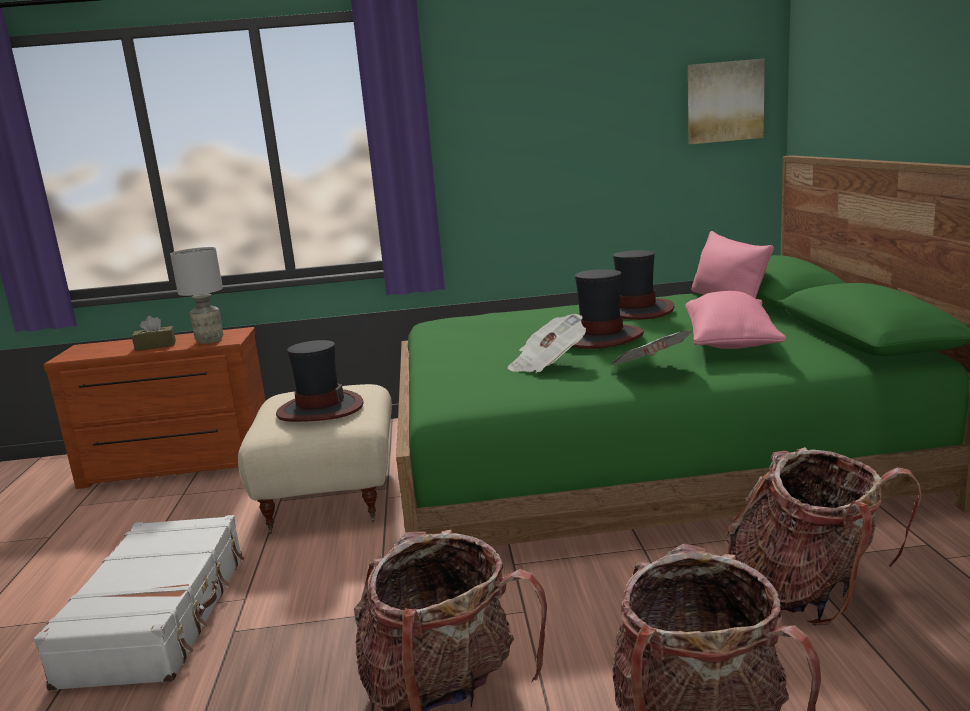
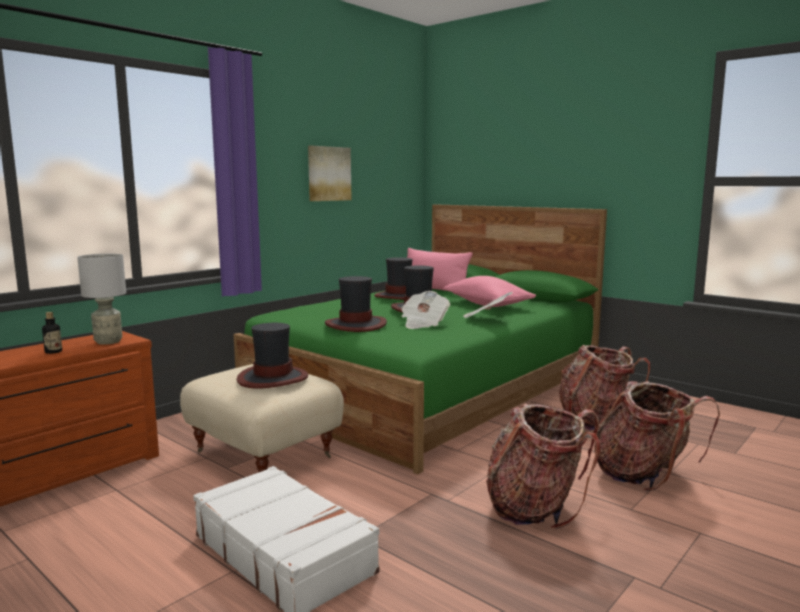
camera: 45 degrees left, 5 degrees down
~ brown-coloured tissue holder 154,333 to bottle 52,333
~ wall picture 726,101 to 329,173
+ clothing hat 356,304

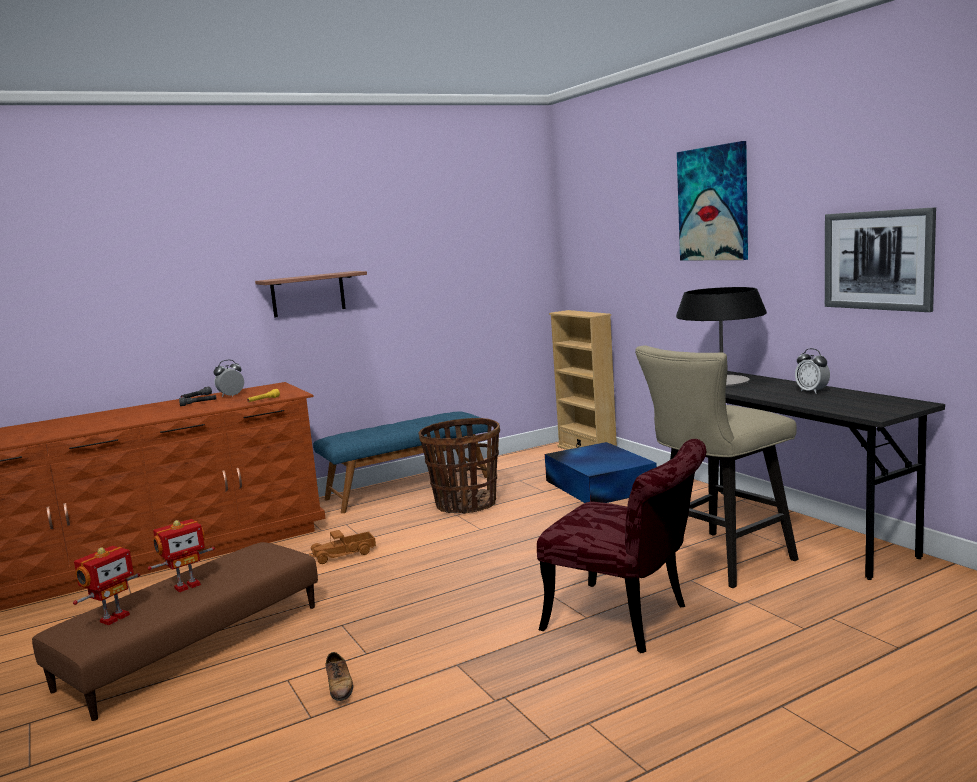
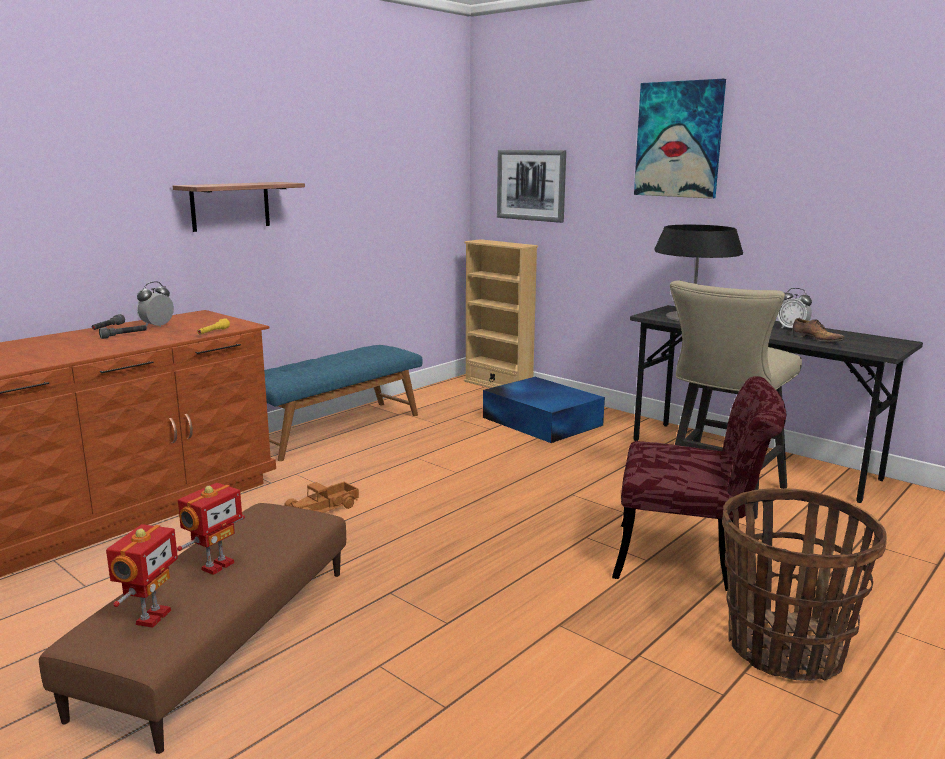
camera: 20 degrees left, 5 degrees up
~ wall picture 880,259 to 531,186
~ household basket 459,466 to 804,584
~ low shoe 339,676 to 819,330

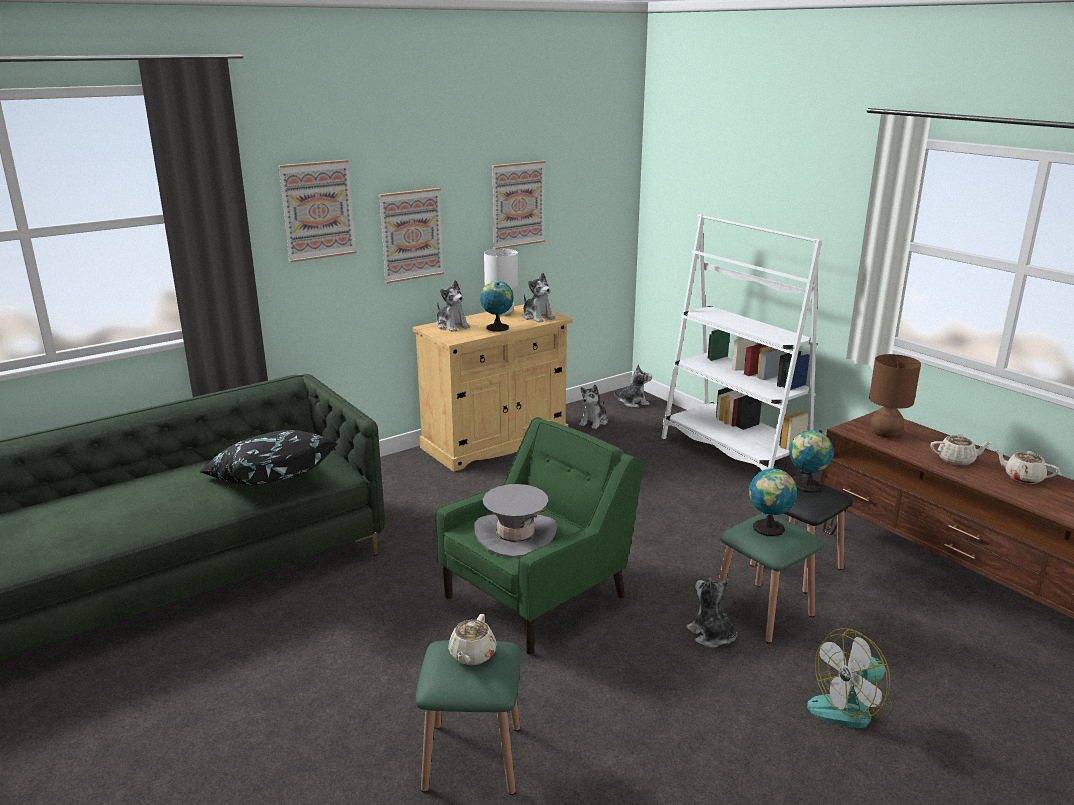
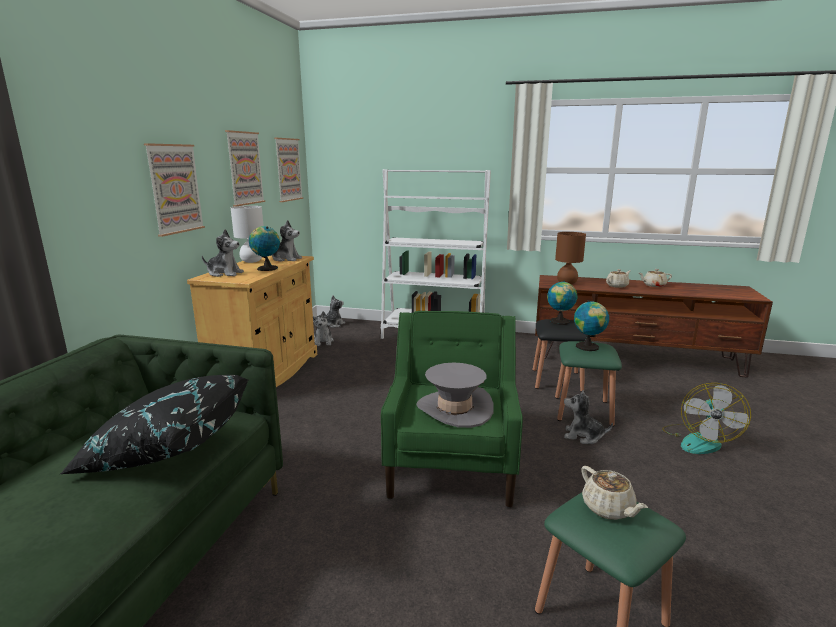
camera: 40 degrees left, 5 degrees down
~ wall picture 317,211 to 288,170

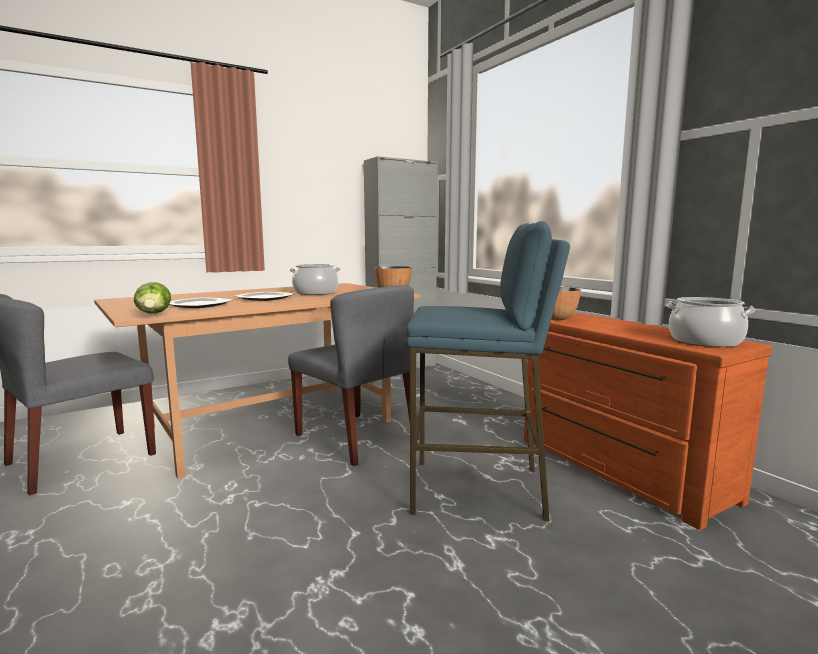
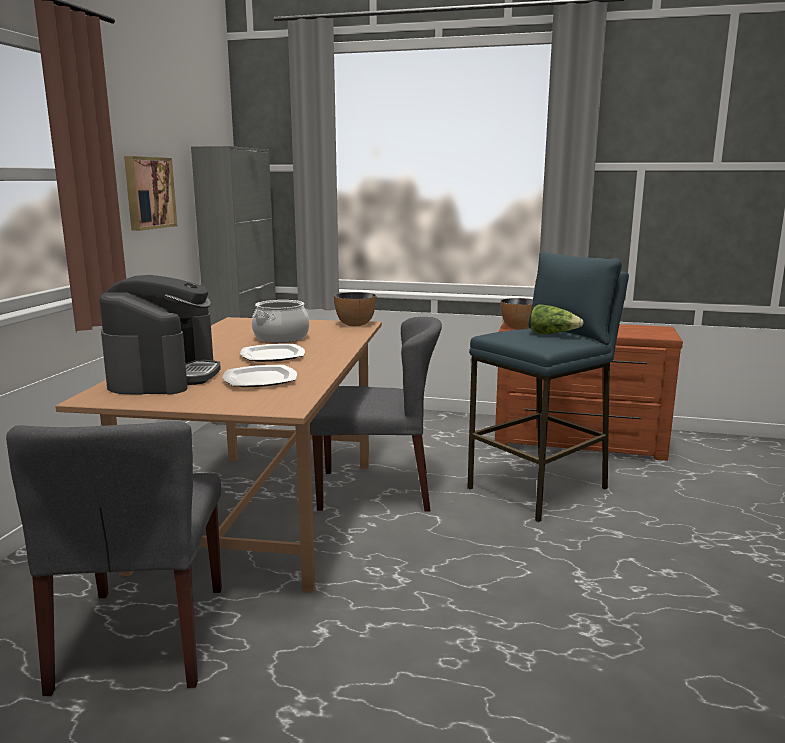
camera: 45 degrees left, 5 degrees up
+ coffee brewer 160,334
+ wall picture 150,193
~ lettuce head 152,298 to 557,319
- stockpot 710,322

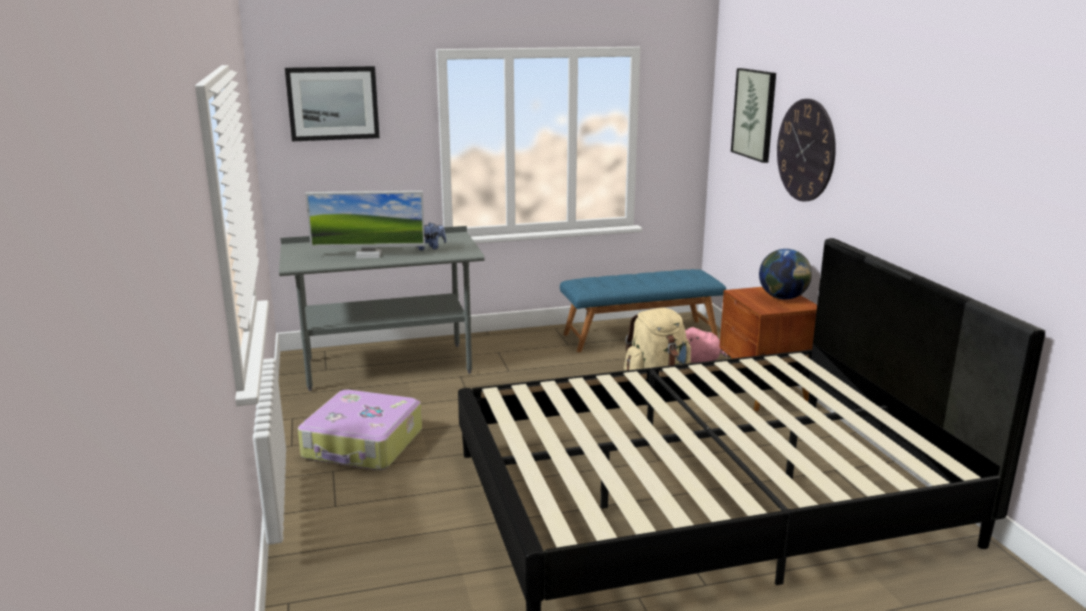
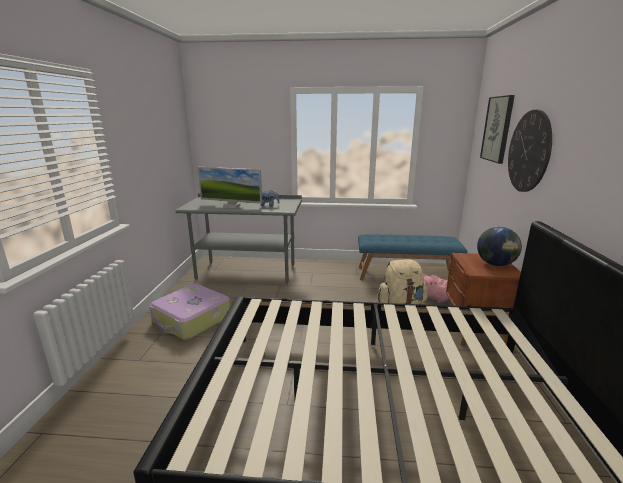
camera: 20 degrees right, 0 degrees up
- wall picture 332,103

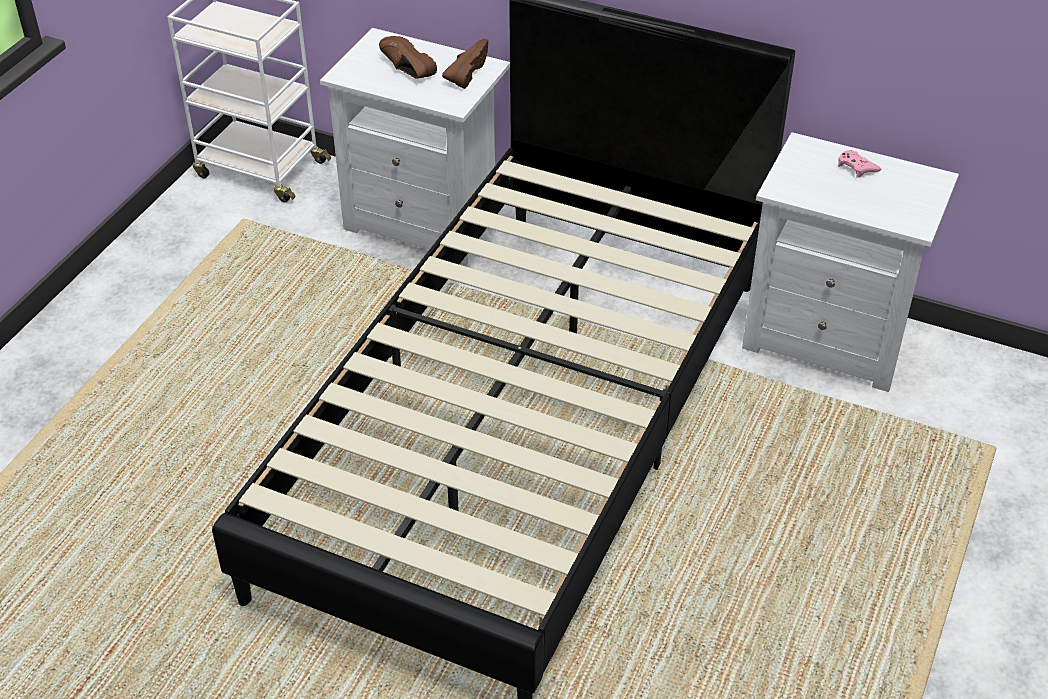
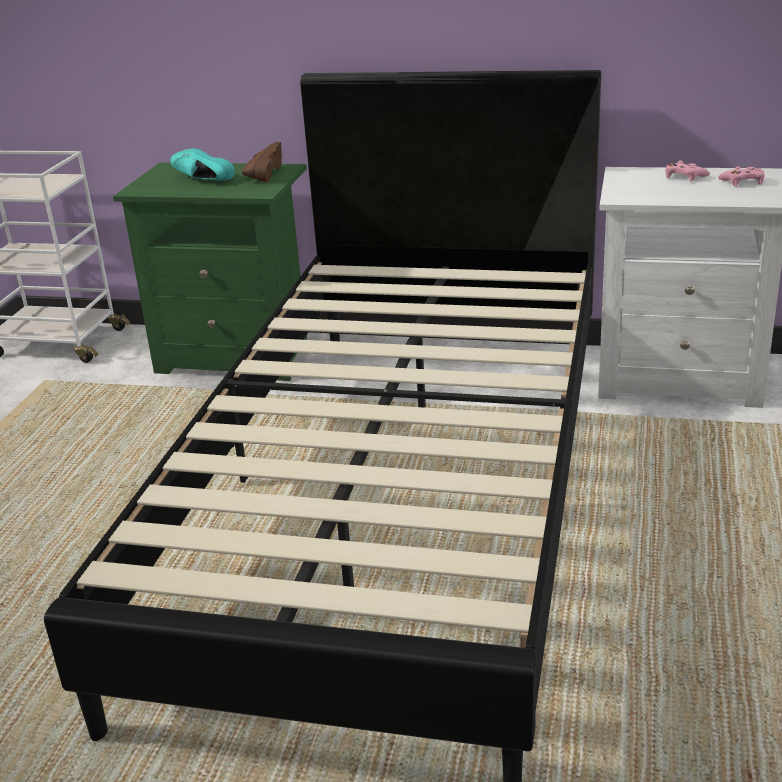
camera: 10 degrees left, 15 degrees down
~ white night table 415,147 to green-coloured night table 210,272
~ brown-coloured low shoe 408,57 to turquoise low shoe 202,164
+ pink joypad 741,176

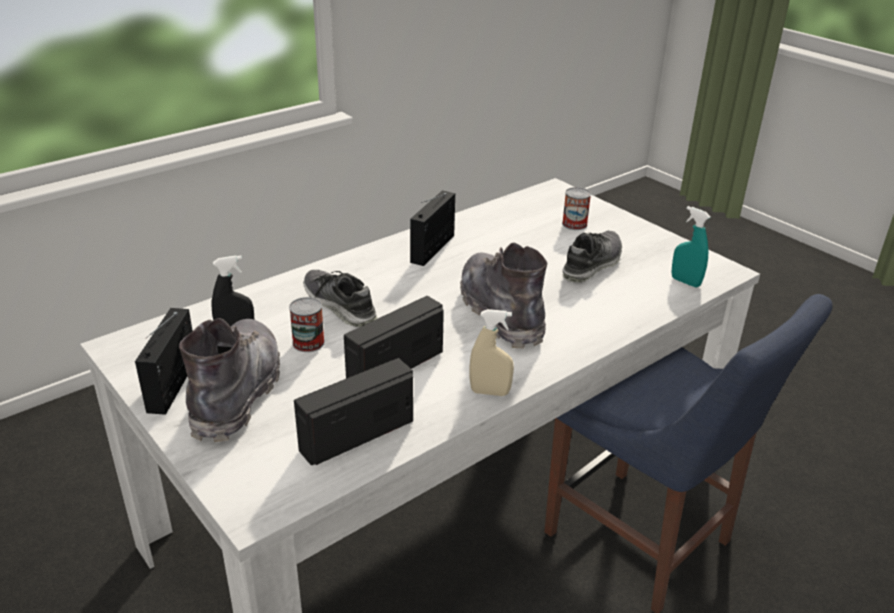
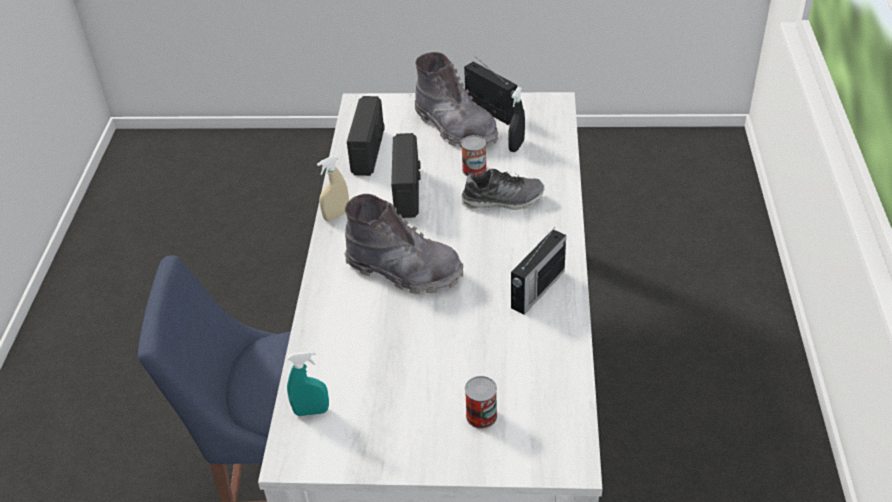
camera: 135 degrees right, 10 degrees up
~ radio 432,228 = 538,271 60 degrees clockwise
- low shoe 592,257

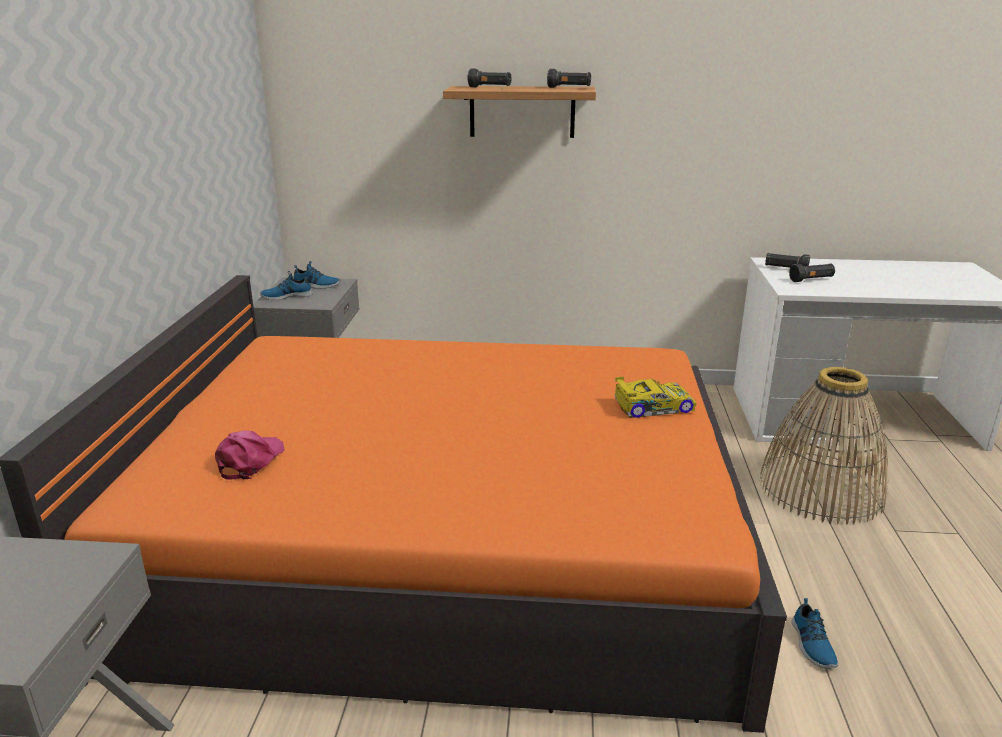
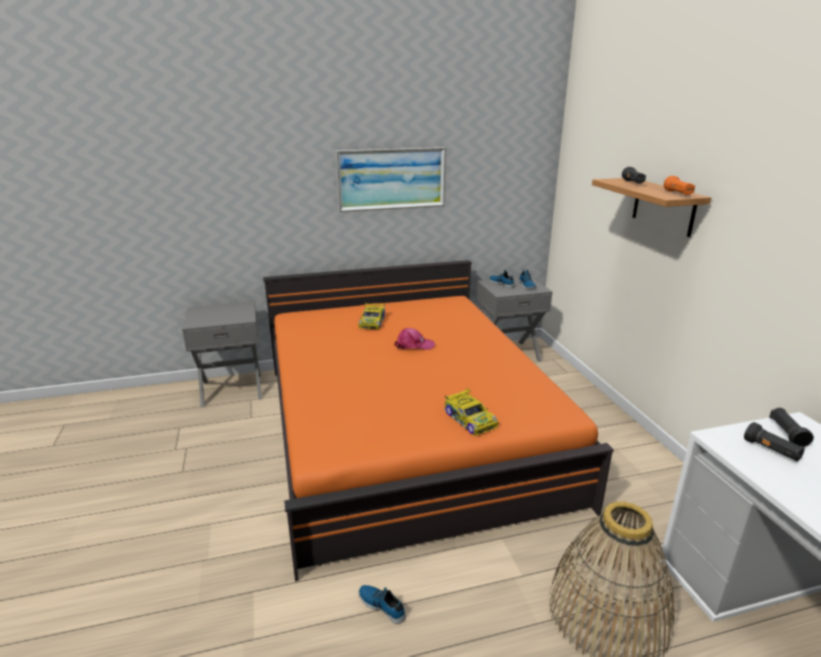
camera: 70 degrees right, 0 degrees up
+ wall picture 391,179
+ model car 371,316
~ low shoe 814,633 = 382,604 60 degrees clockwise
~ pink baseball cap 250,455 to 415,339
~ black torch 569,78 to orange torch 679,185

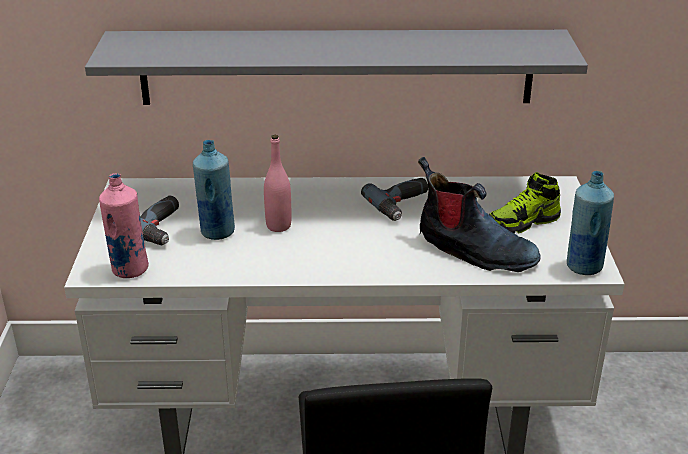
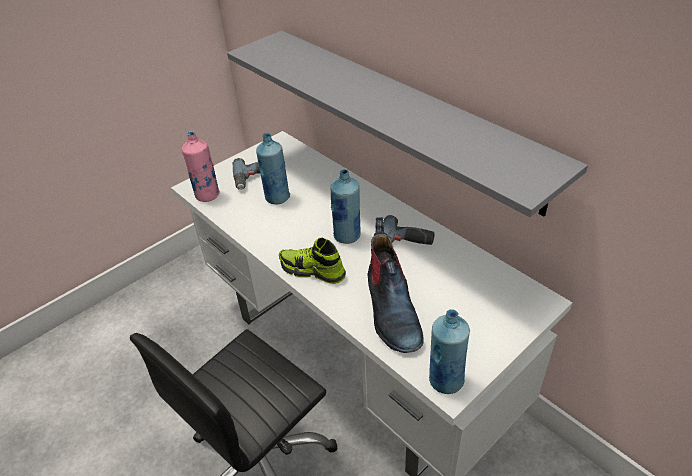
camera: 50 degrees right, 10 degrees up
~ low shoe 525,202 to 312,261
+ blue-coloured bottle 346,206
- pink bottle 277,183

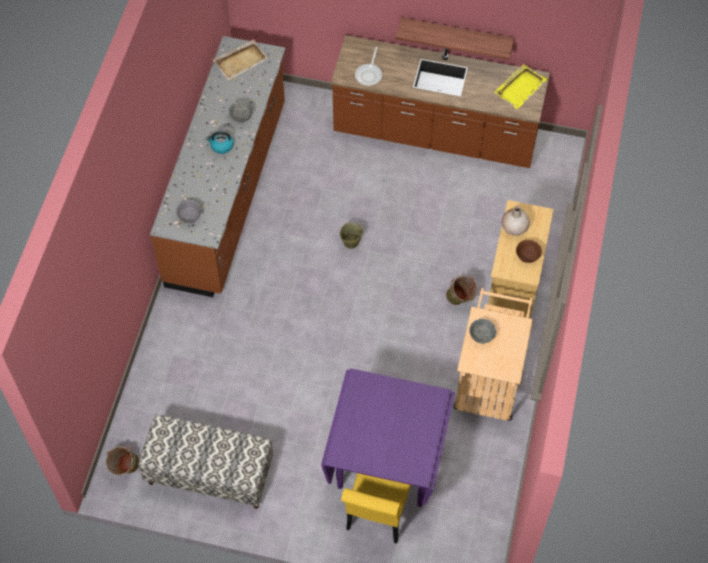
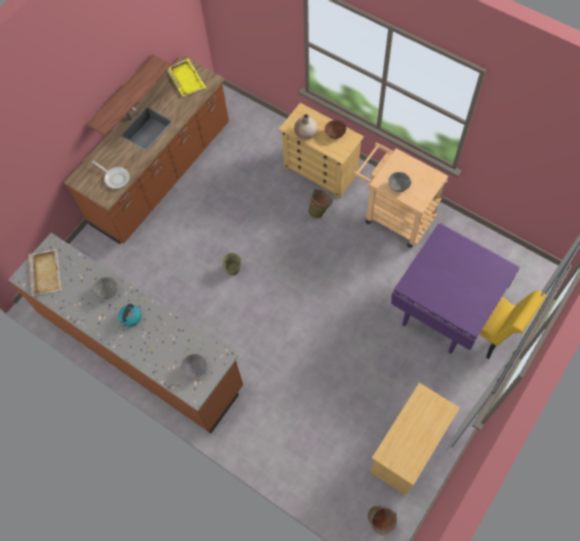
camera: 65 degrees left, 5 degrees up
~ indoor bench 205,462 to beige-coloured drawer chest 415,439

